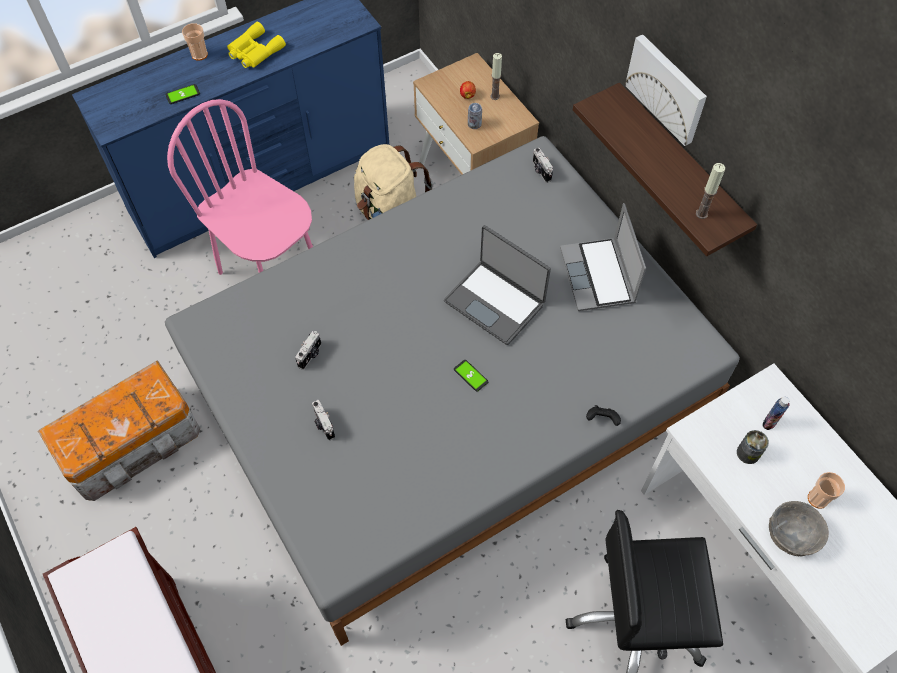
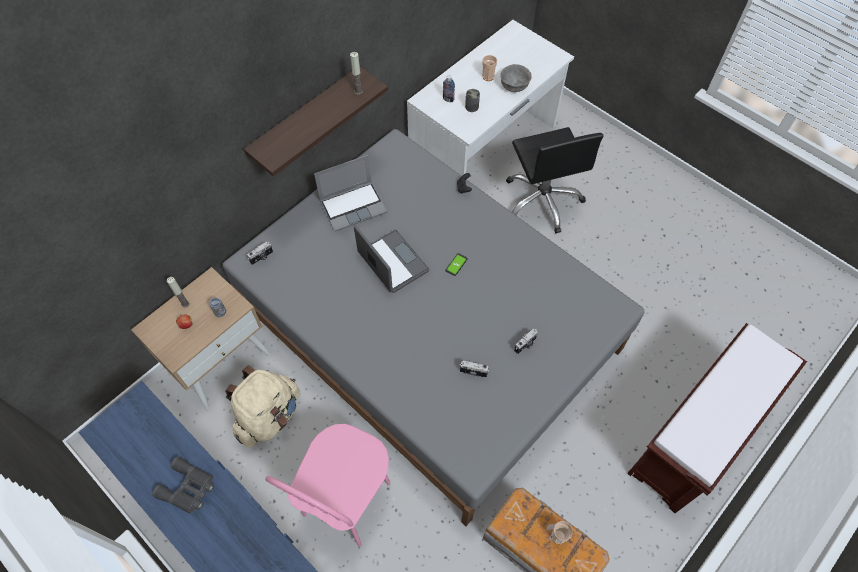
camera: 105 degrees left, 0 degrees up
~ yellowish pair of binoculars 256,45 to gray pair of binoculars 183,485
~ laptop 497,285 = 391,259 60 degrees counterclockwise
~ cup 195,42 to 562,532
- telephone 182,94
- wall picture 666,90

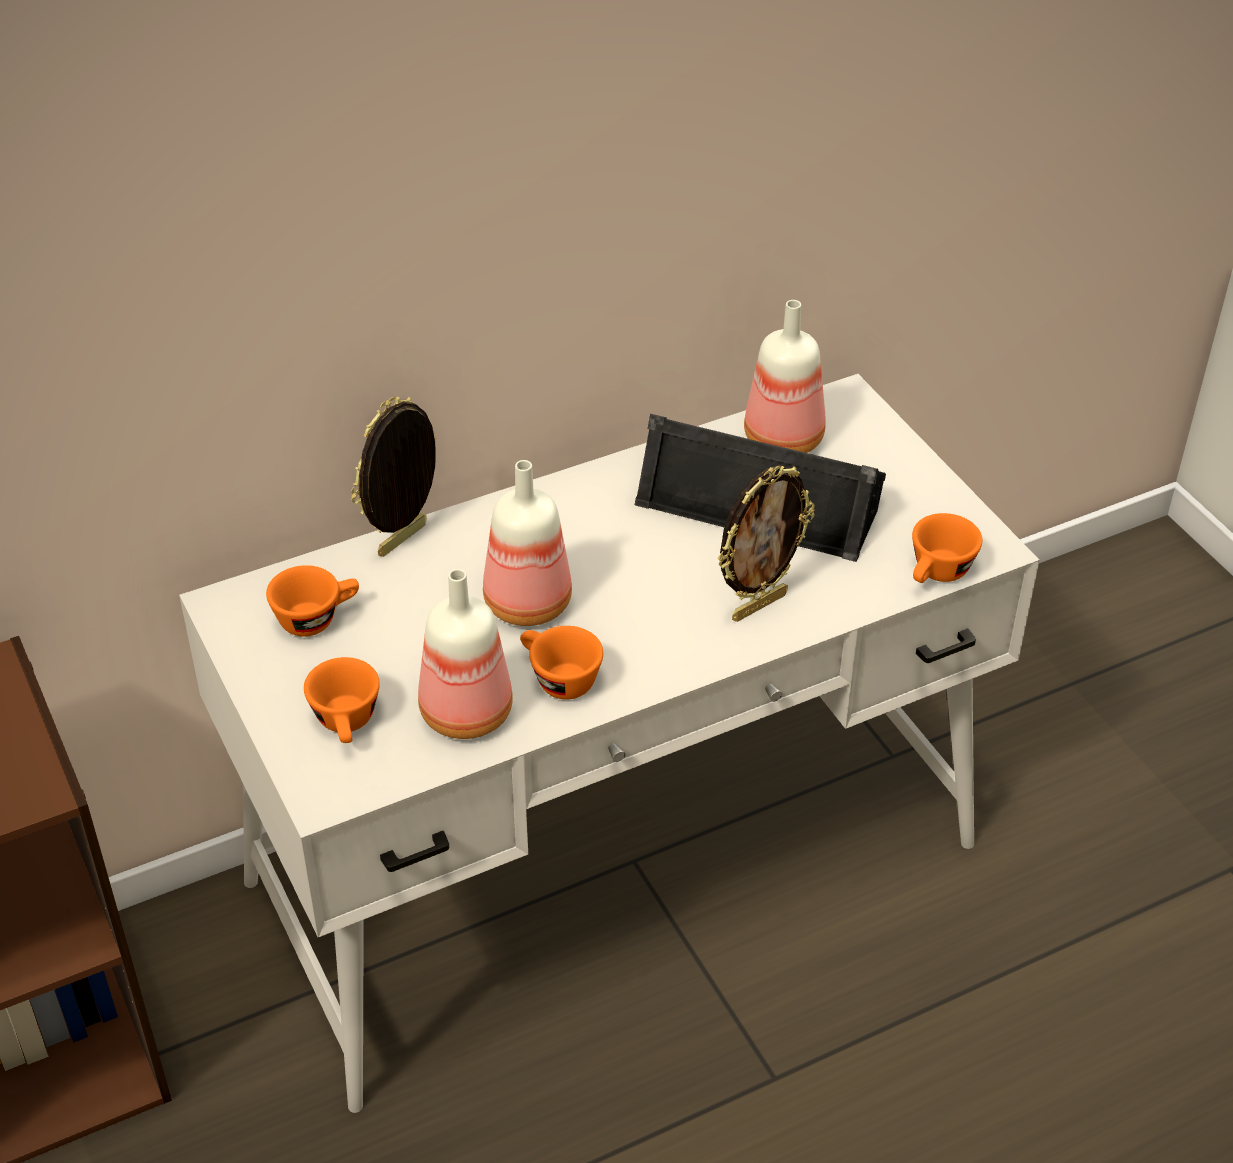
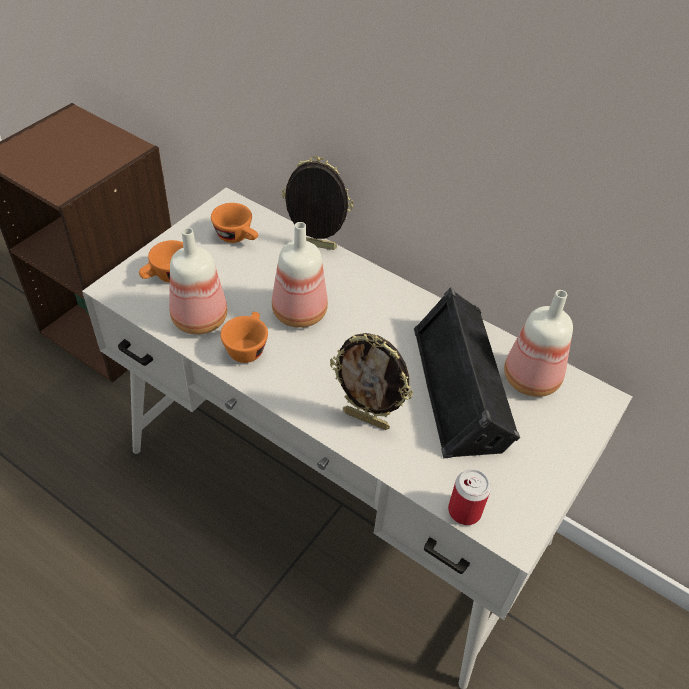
camera: 60 degrees right, 5 degrees up
~ orange cup 947,548 to sealed can 469,497

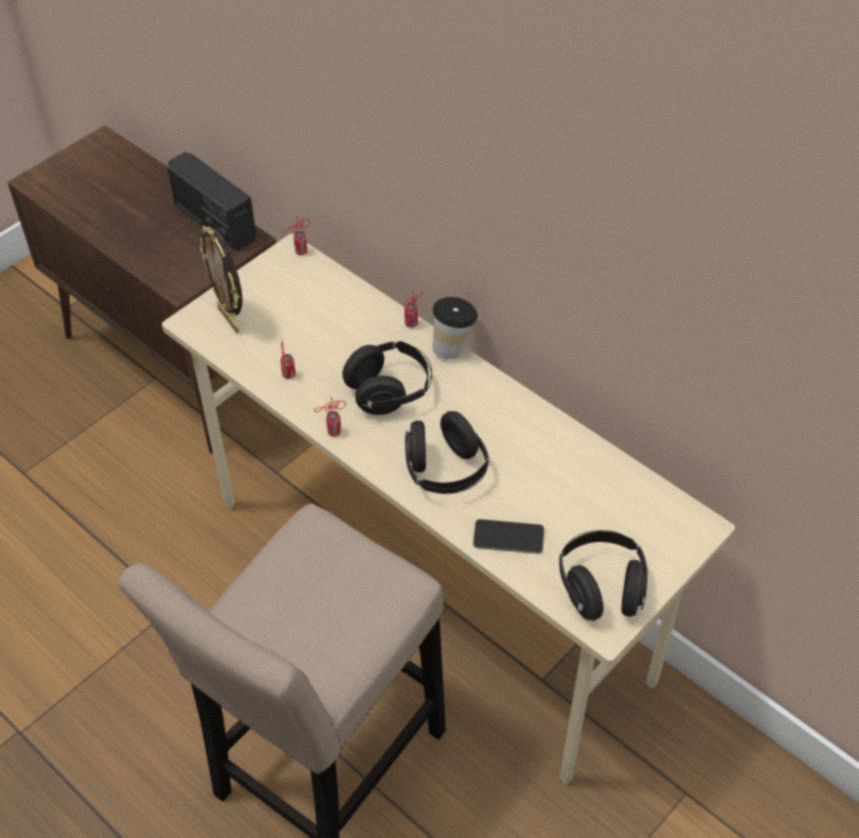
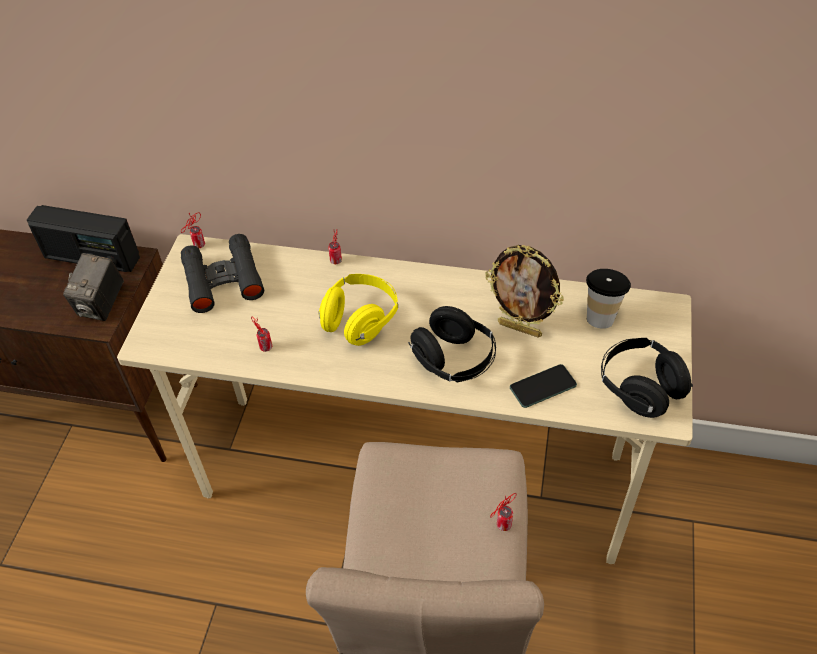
camera: 30 degrees left, 0 degrees up
+ still camera 93,287
+ black pair of binoculars 222,273
~ black pair of headphones 387,378 to yellowish pair of headphones 358,310
~ picture frame 221,279 to 524,291
~ sealed can 330,417 to 503,512
~ cup 455,328 to 608,299

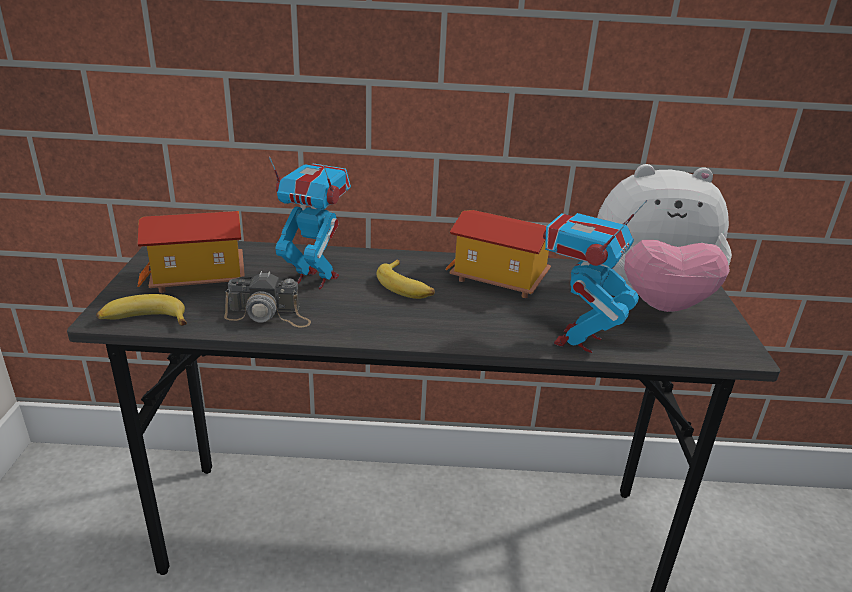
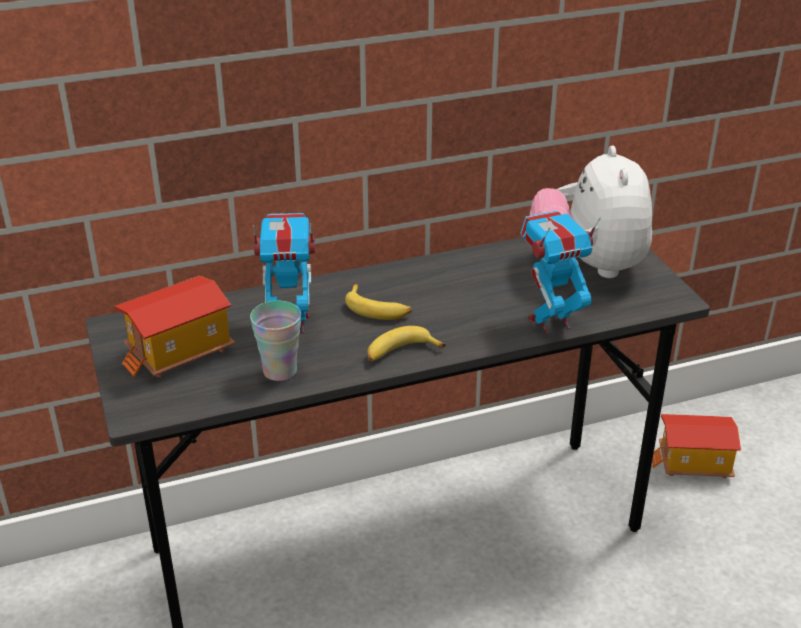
camera: 20 degrees left, 5 degrees up
~ still camera 267,299 to cup 275,341
~ banana fruit 141,309 to 407,344
~ model robot 595,276 = 560,272 60 degrees clockwise
~ cuddly toy 664,238 = 590,212 105 degrees clockwise
~ toy house 498,254 to 696,446

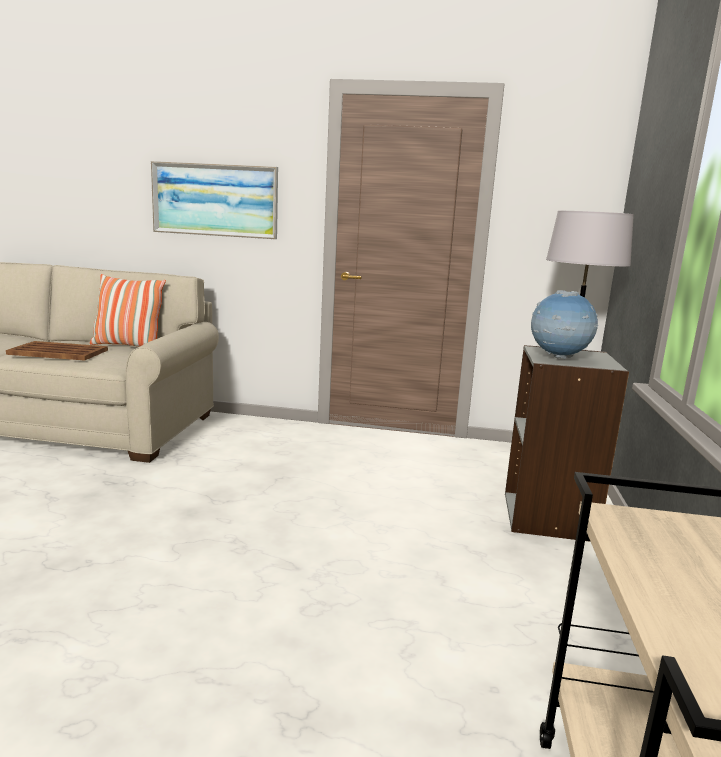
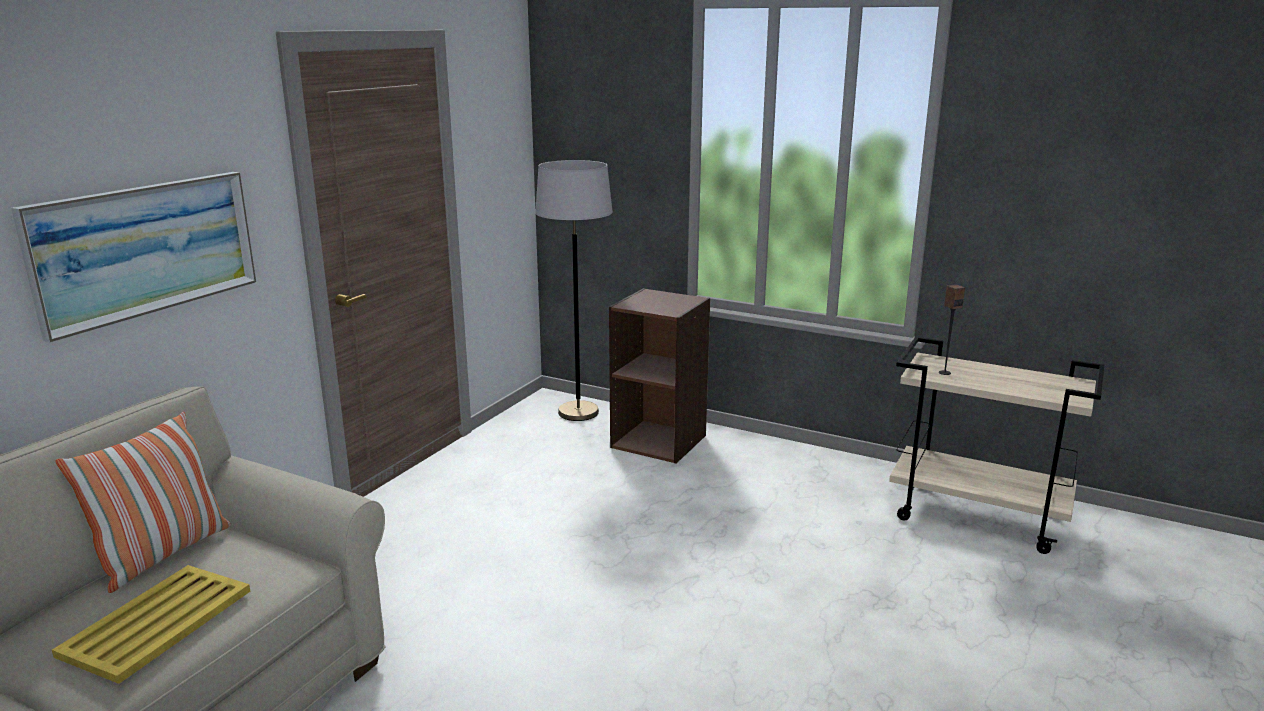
camera: 70 degrees left, 5 degrees up
~ brown-coloured carrying tray 57,351 to yellowish carrying tray 151,624
~ gray bookshelf 567,443 to brown-coloured bookshelf 659,376
+ loudspeaker 952,329
- globe 564,324

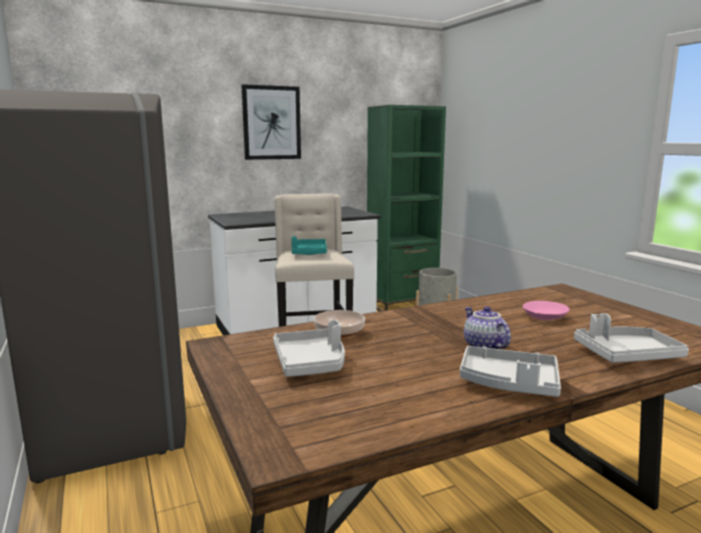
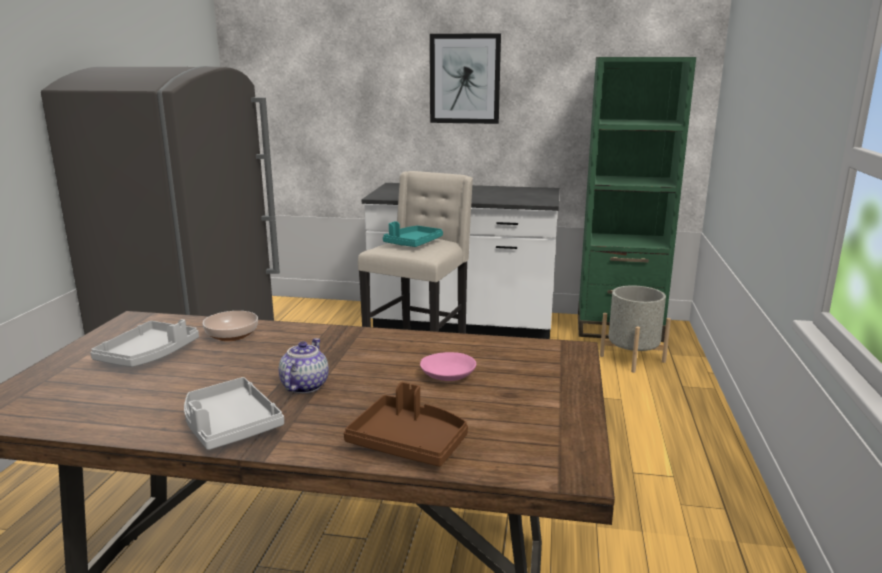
camera: 35 degrees right, 5 degrees up
~ gray carrying tray 631,338 to brown-coloured carrying tray 406,424

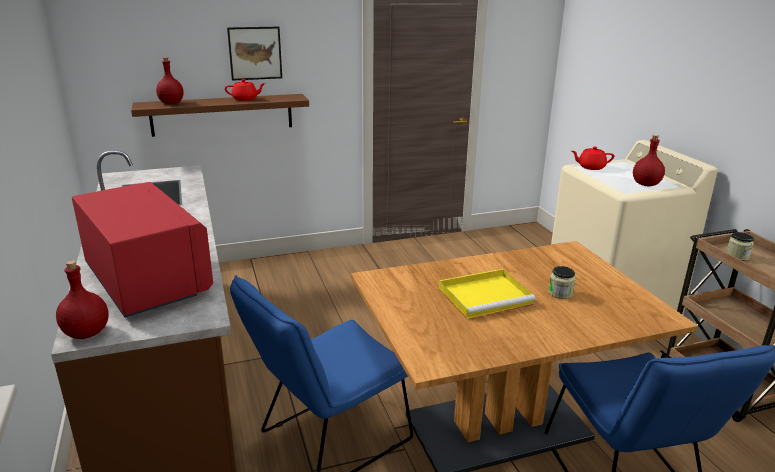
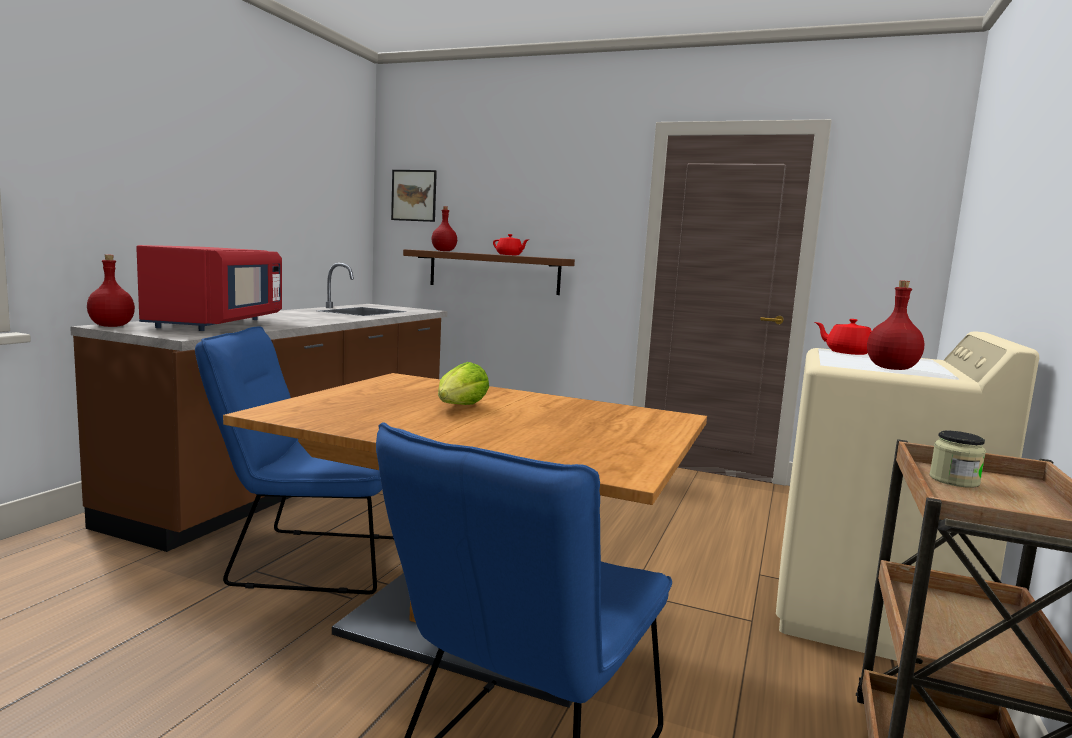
camera: 40 degrees right, 15 degrees down
~ wall picture 254,54 to 414,196
~ yellowish carrying tray 487,294 to lettuce head 463,383
- preserve jar 561,282

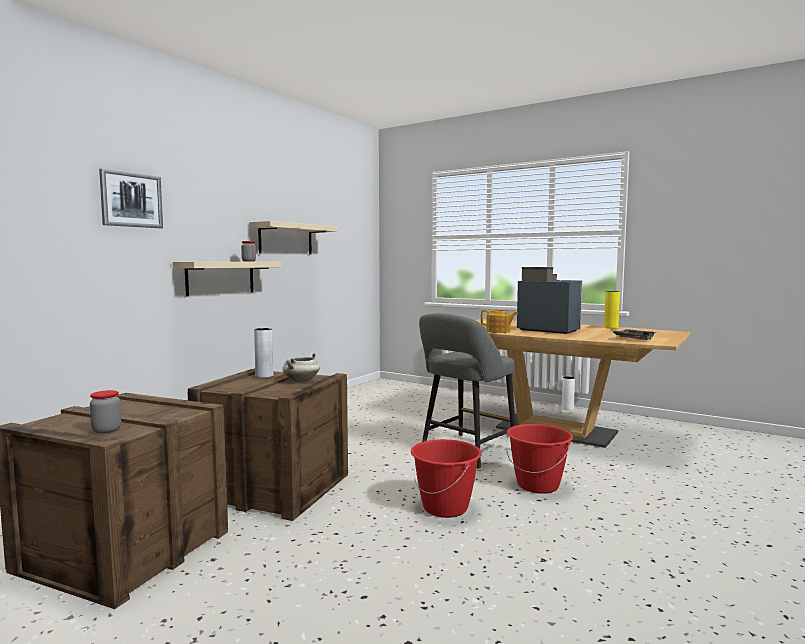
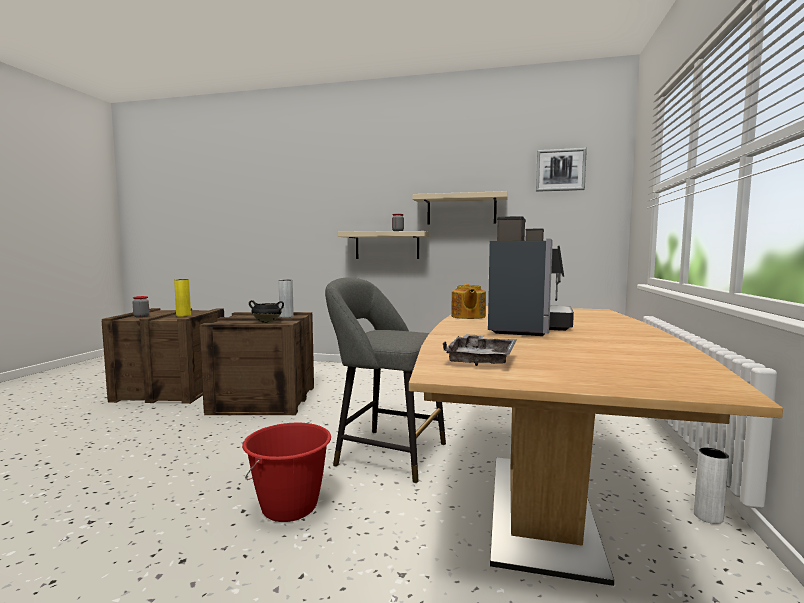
camera: 70 degrees right, 0 degrees up
~ yellowish flower vase 612,310 to 182,298
~ white stockpot 301,367 to black stockpot 266,311
~ wall picture 131,198 to 561,170
- red water bucket 446,478

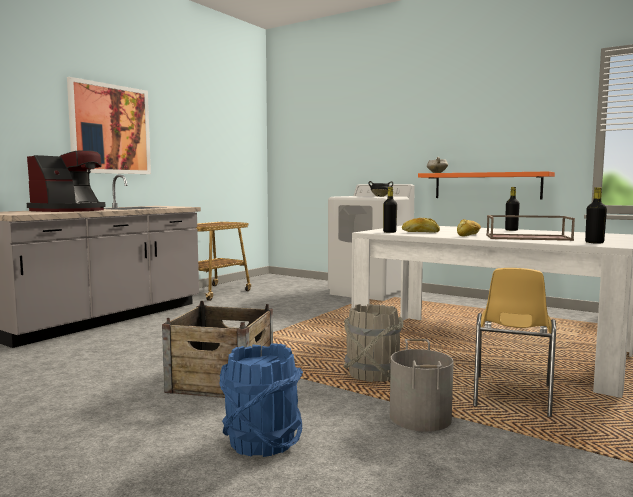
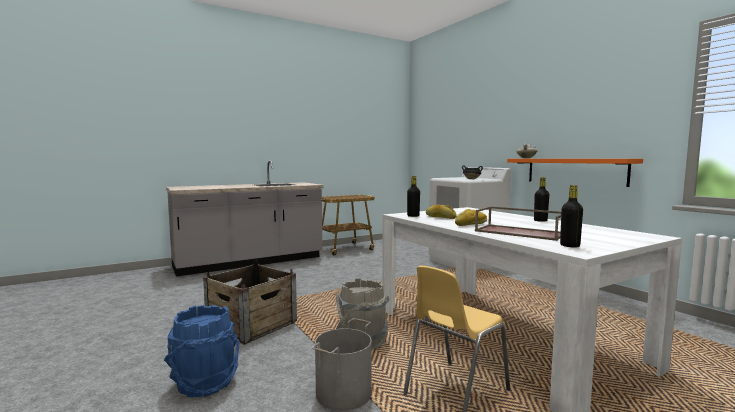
camera: 25 degrees right, 0 degrees up
- coffee brewer 66,181
- wall picture 109,125

